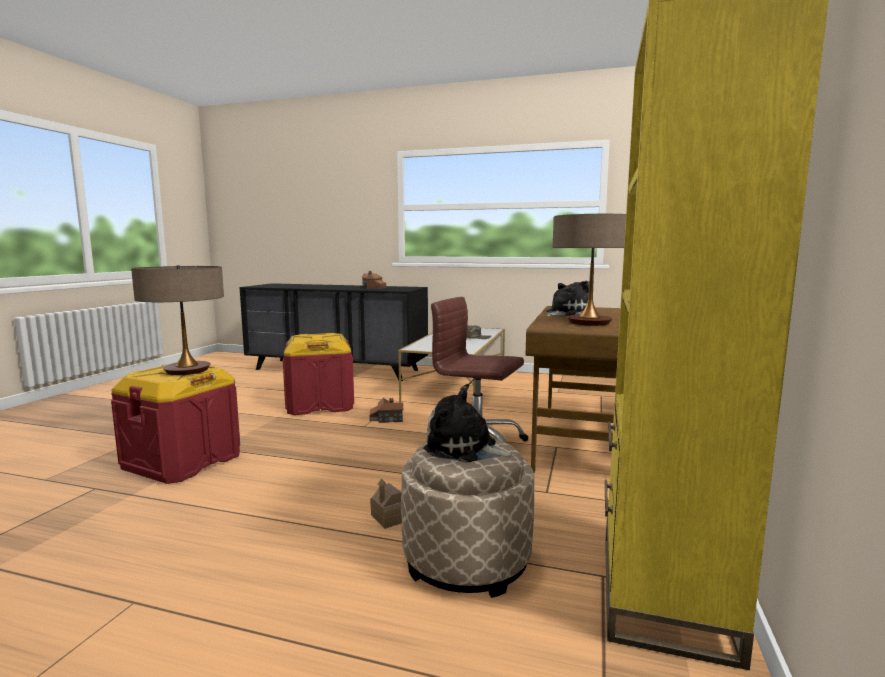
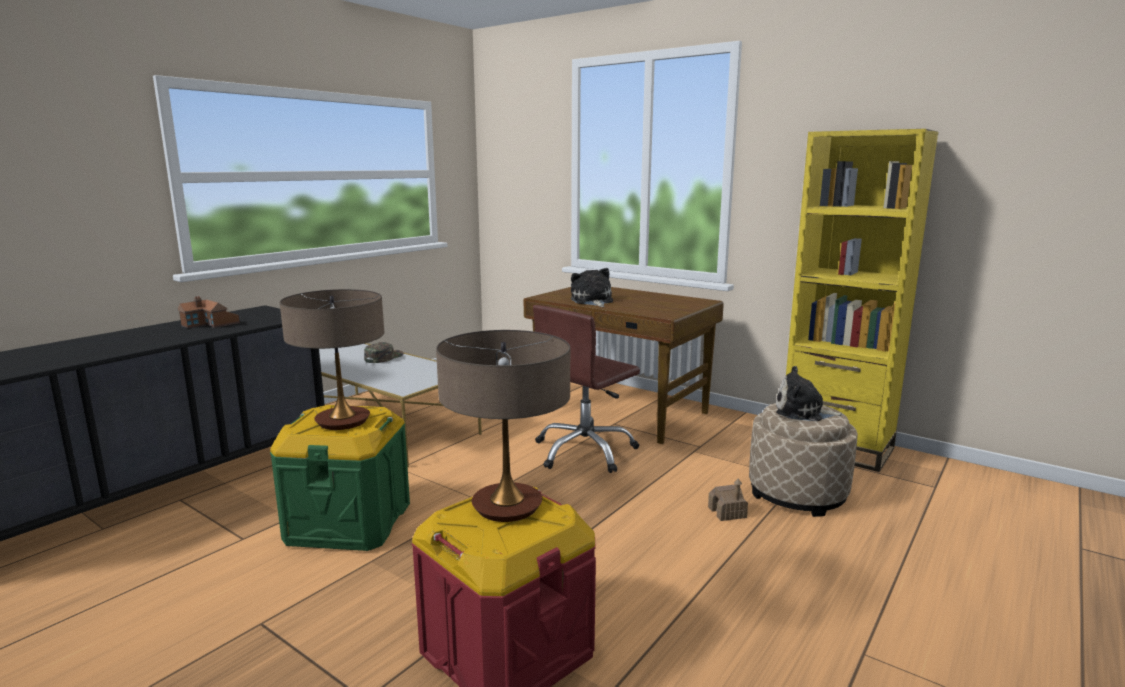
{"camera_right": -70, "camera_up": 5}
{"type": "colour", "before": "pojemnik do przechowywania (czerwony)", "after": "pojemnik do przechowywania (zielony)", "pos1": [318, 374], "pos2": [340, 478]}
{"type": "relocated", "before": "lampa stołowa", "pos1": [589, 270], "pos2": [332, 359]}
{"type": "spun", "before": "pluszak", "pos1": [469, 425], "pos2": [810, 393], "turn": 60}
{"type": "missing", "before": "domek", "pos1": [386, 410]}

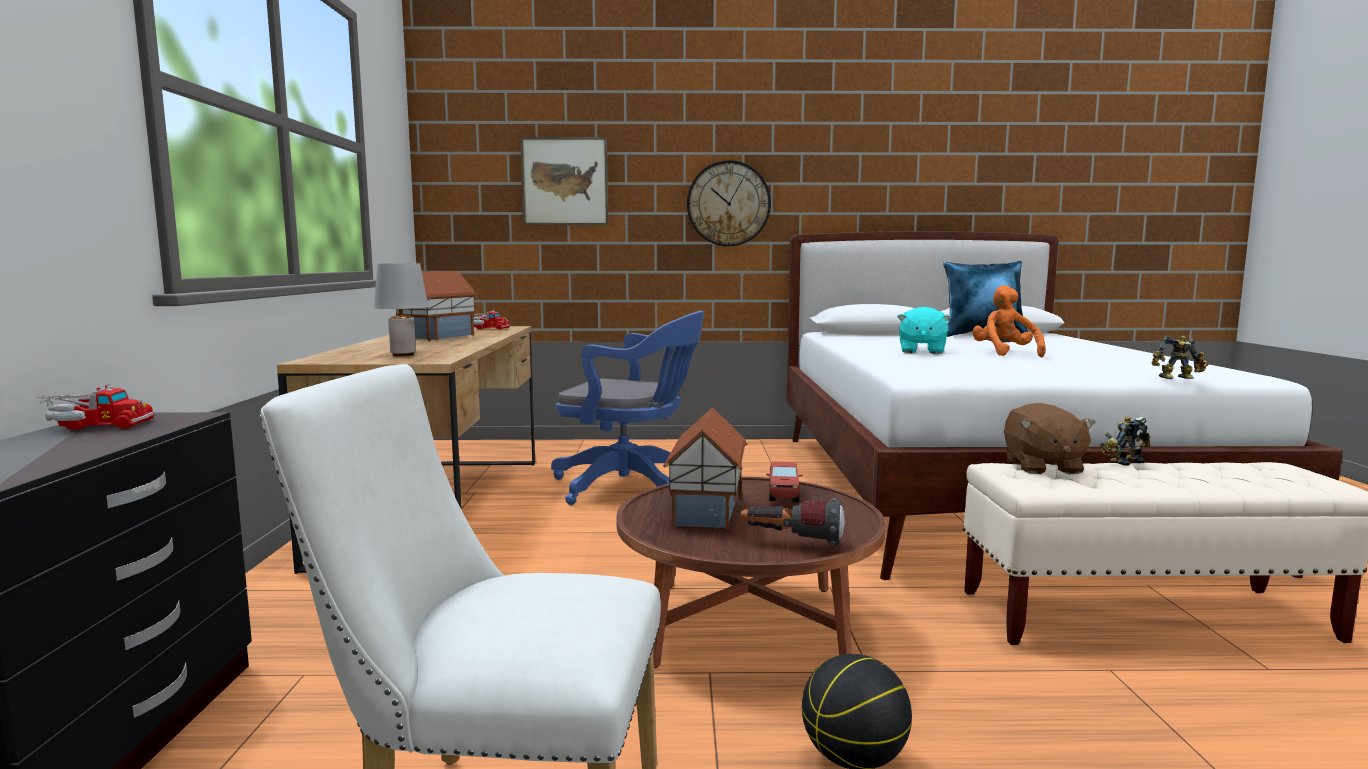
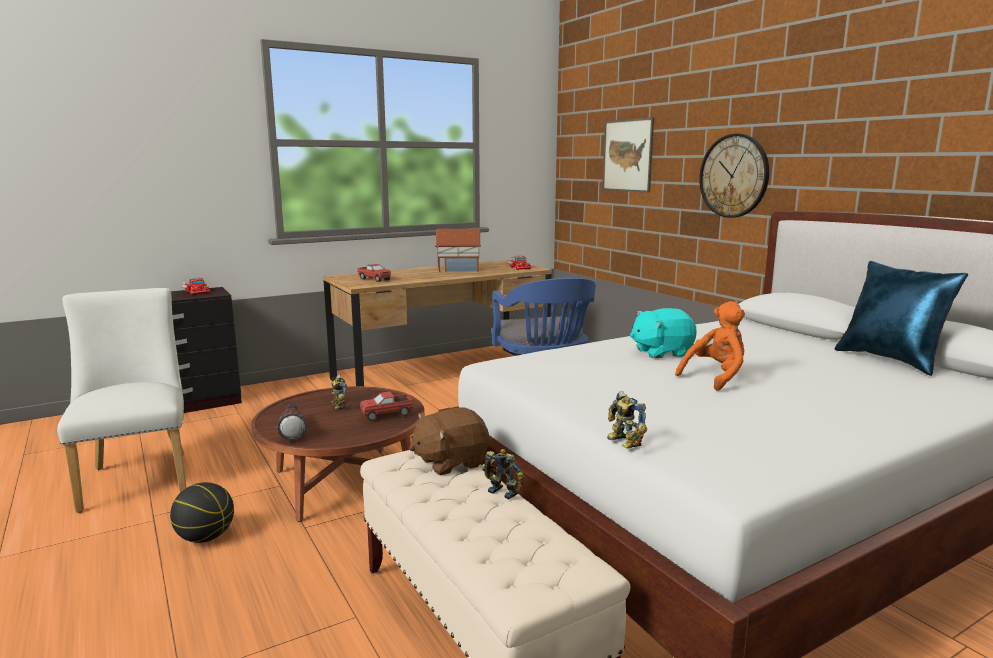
{"camera_right": 60, "camera_up": 5}
{"type": "exchanged", "before": "domek", "after": "robot zabawkowy", "pos1": [705, 468], "pos2": [339, 392]}
{"type": "exchanged", "before": "lampa stołowa (szary)", "after": "ciężarówka zabawkowa", "pos1": [401, 309], "pos2": [374, 273]}

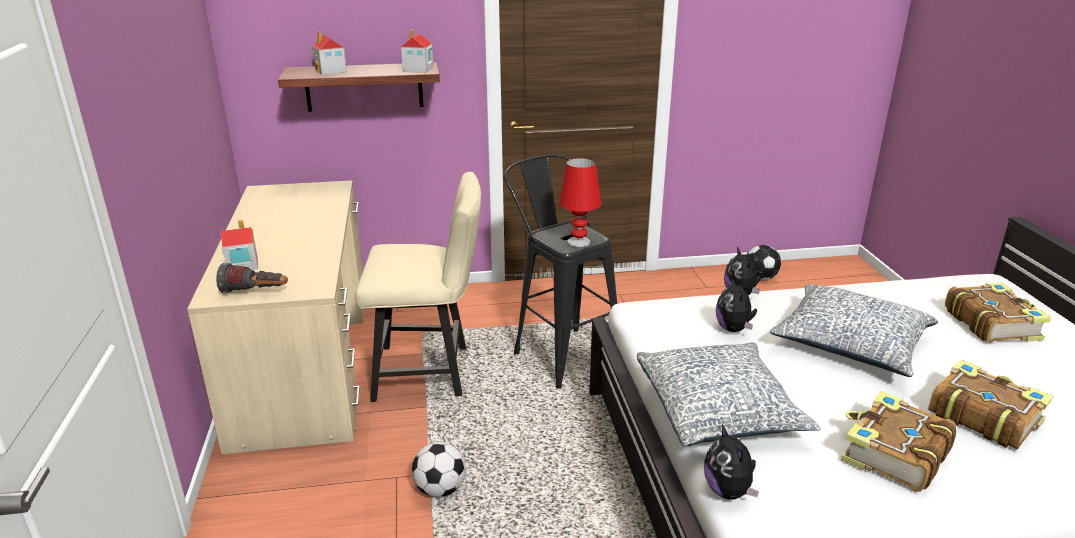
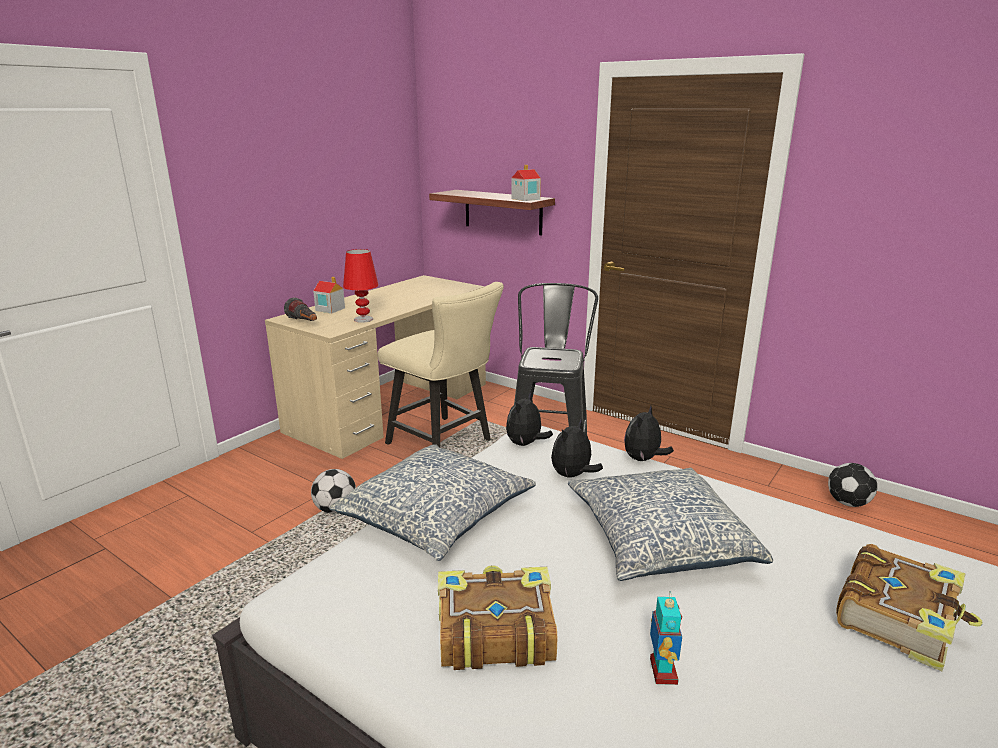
{"camera_right": 45, "camera_up": -5}
{"type": "relocated", "before": "lampa stołowa (czerwony)", "pos1": [580, 202], "pos2": [361, 286]}
{"type": "relocated", "before": "pluszak", "pos1": [731, 462], "pos2": [529, 418]}
{"type": "exchanged", "before": "książka", "after": "robot zabawkowy", "pos1": [990, 404], "pos2": [666, 638]}
{"type": "missing", "before": "domek", "pos1": [329, 53]}

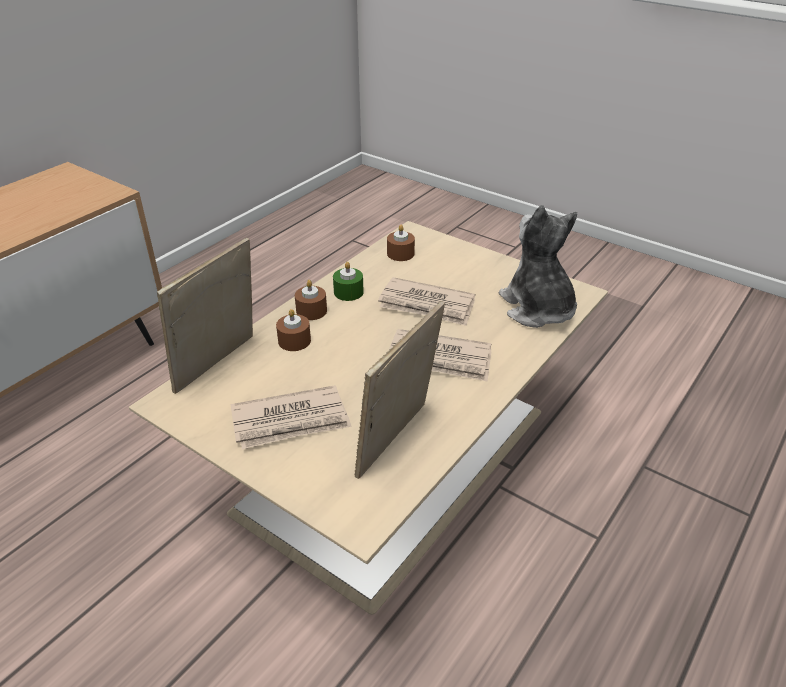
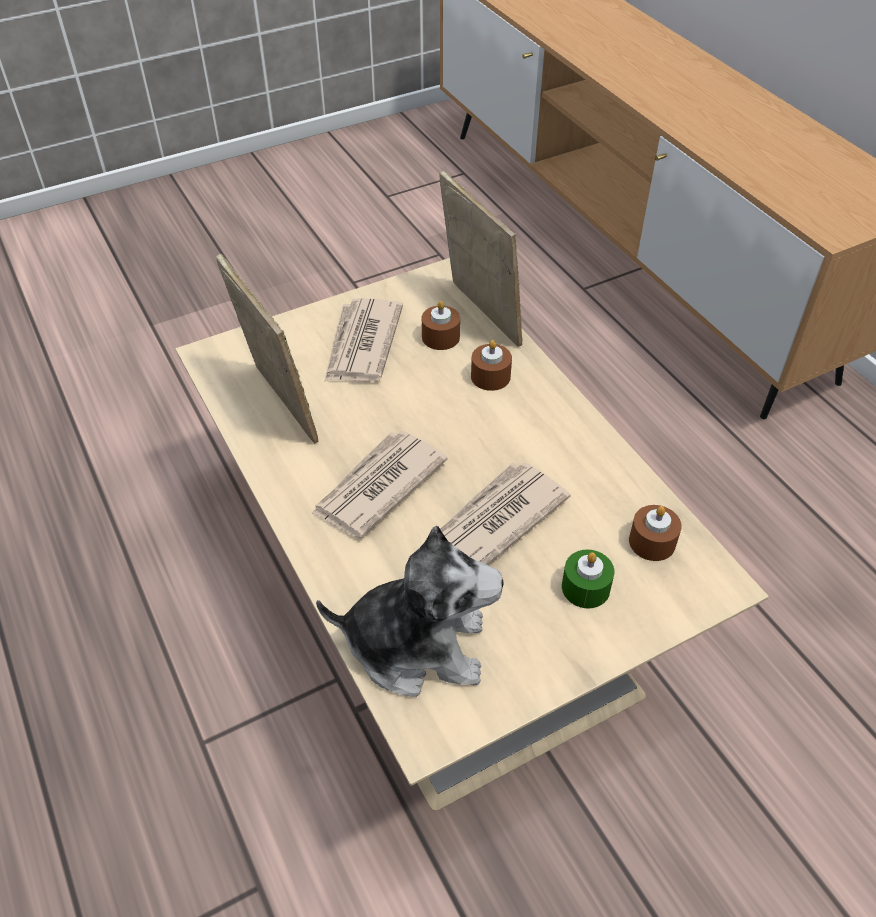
{"camera_right": 115, "camera_up": 10}
{"type": "relocated", "before": "świeca (brązowy)", "pos1": [311, 300], "pos2": [441, 325]}
{"type": "relocated", "before": "świeca (zielony)", "pos1": [348, 281], "pos2": [588, 579]}

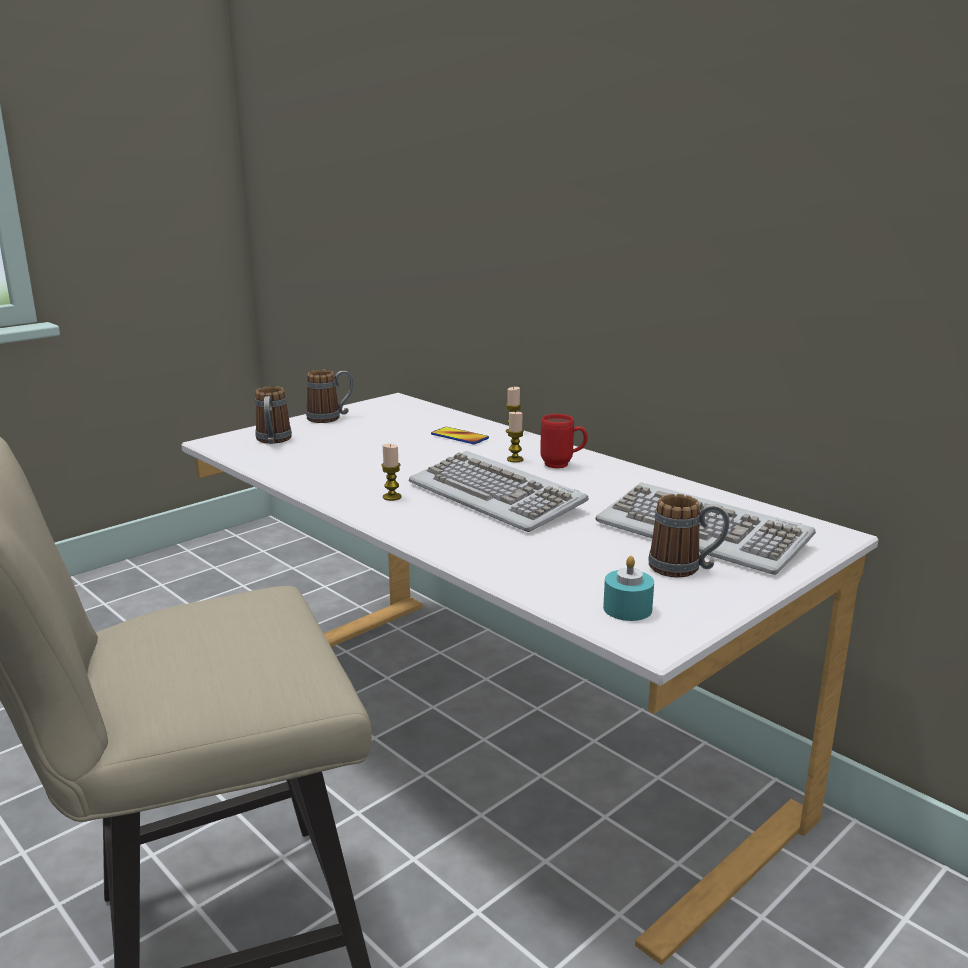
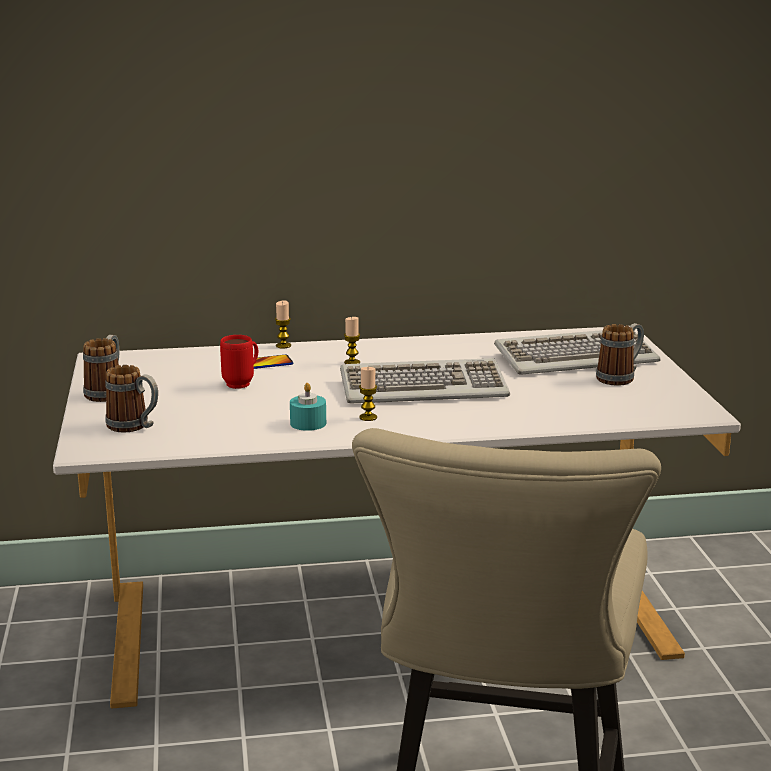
{"camera_right": -55, "camera_up": 0}
{"type": "relocated", "before": "kubek (czerwony)", "pos1": [564, 441], "pos2": [239, 362]}
{"type": "relocated", "before": "świeca (turkusowy)", "pos1": [628, 588], "pos2": [308, 407]}

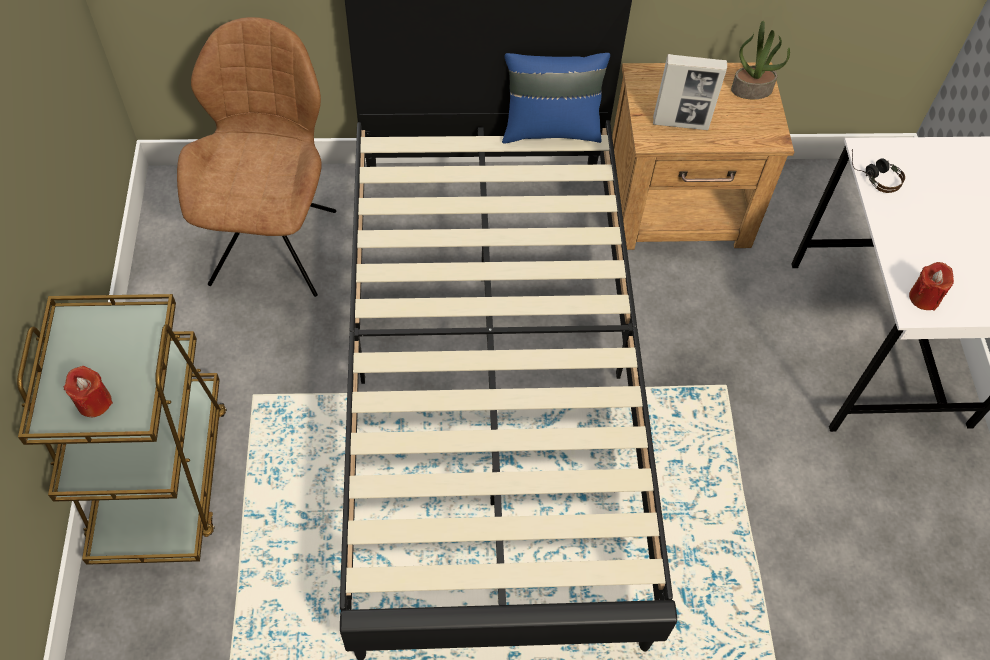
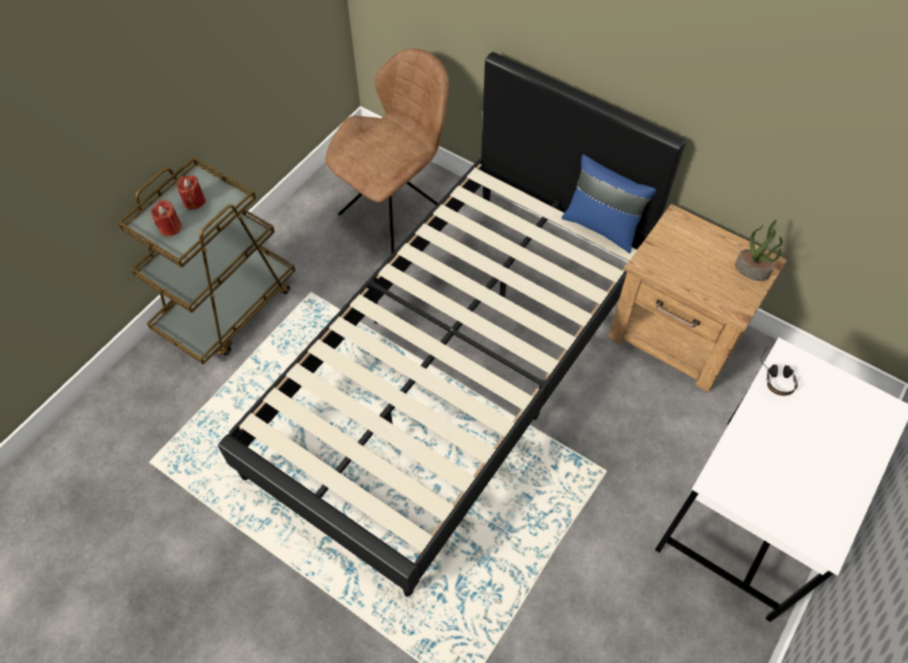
{"camera_right": 40, "camera_up": 0}
{"type": "relocated", "before": "świeca (czerwony)", "pos1": [931, 286], "pos2": [191, 193]}
{"type": "missing", "before": "ramka na zdjęcie", "pos1": [690, 92]}

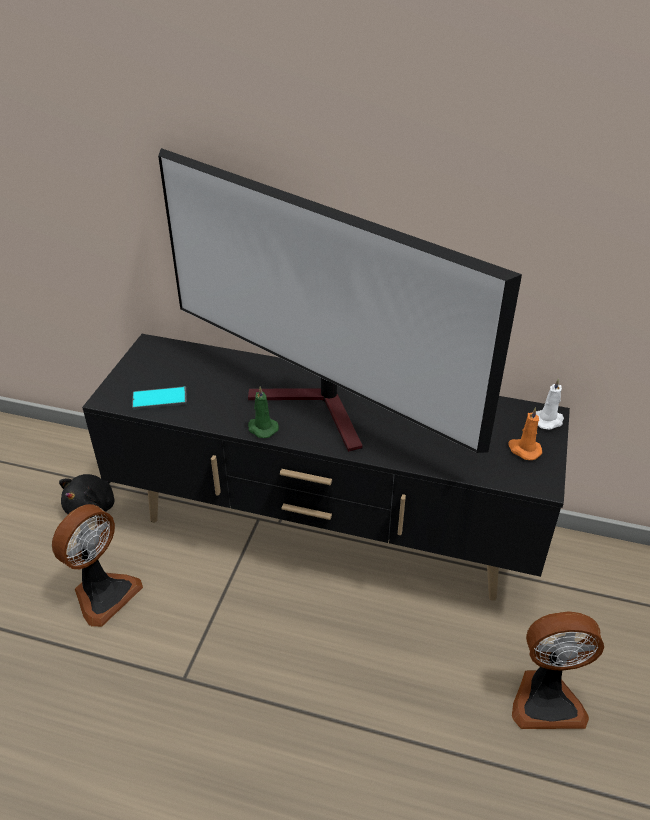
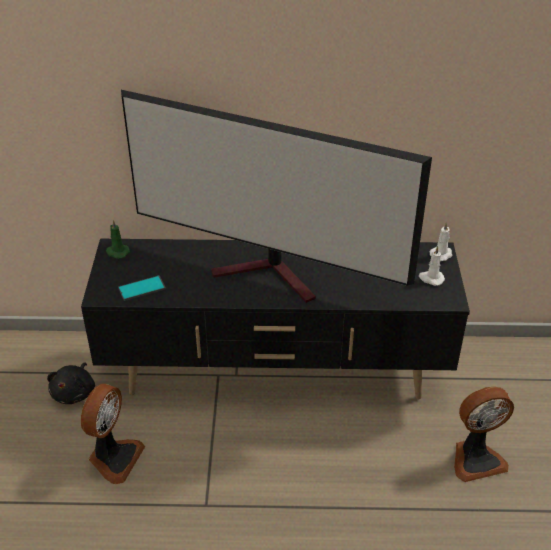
{"camera_right": -15, "camera_up": 0}
{"type": "relocated", "before": "świeca (zielony)", "pos1": [263, 412], "pos2": [118, 239]}
{"type": "colour", "before": "świeca (pomarańczowy)", "after": "świeca (biały)", "pos1": [525, 433], "pos2": [432, 266]}

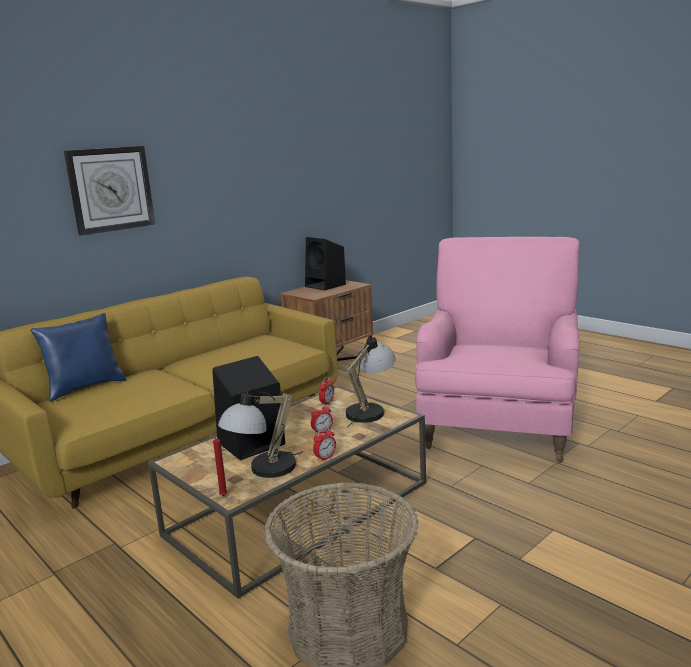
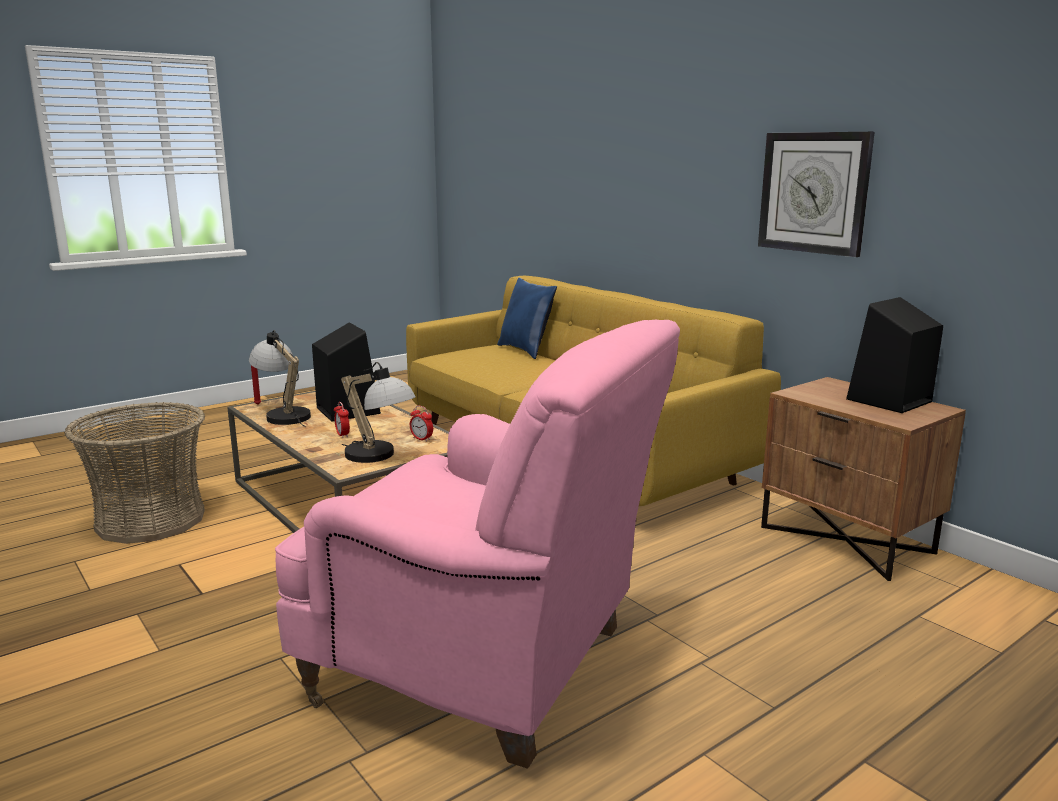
{"camera_right": 95, "camera_up": 0}
{"type": "relocated", "before": "zegar ścienny", "pos1": [109, 191], "pos2": [816, 194]}
{"type": "missing", "before": "budzik", "pos1": [324, 444]}

